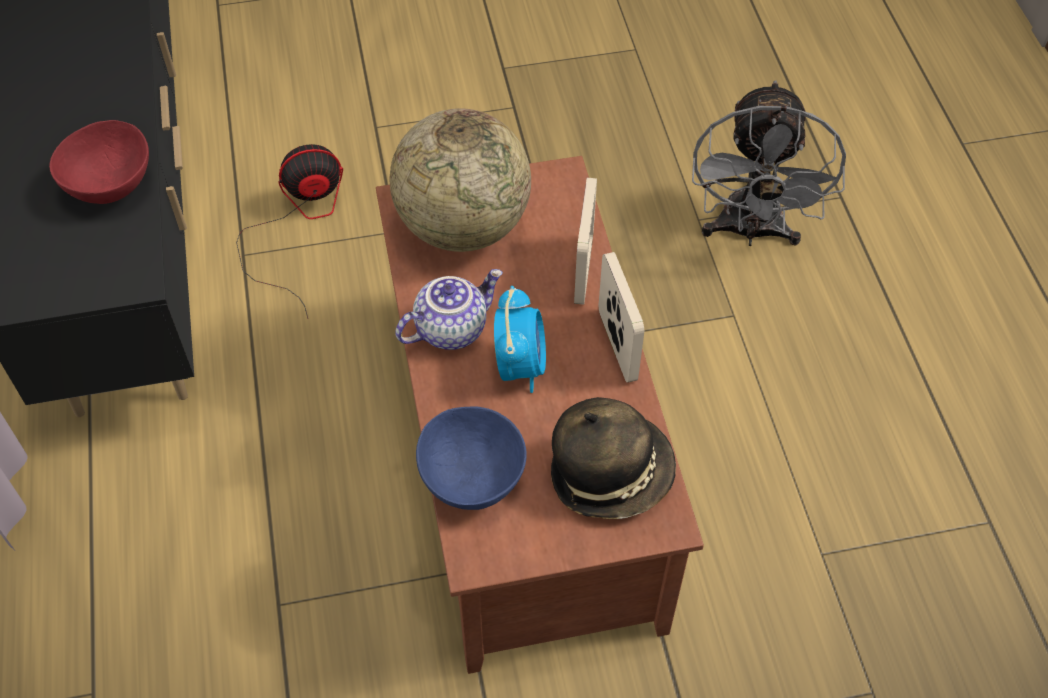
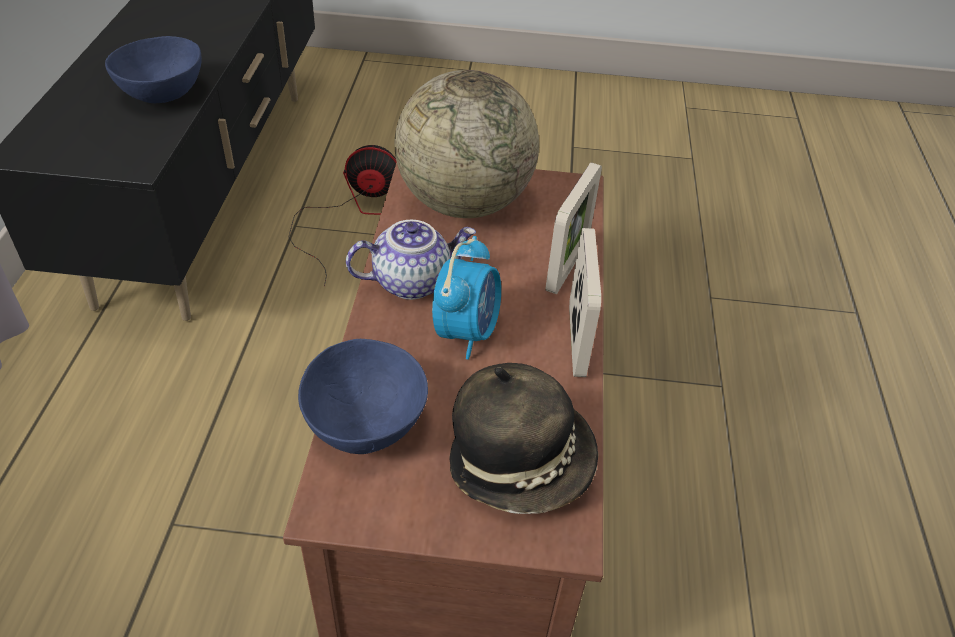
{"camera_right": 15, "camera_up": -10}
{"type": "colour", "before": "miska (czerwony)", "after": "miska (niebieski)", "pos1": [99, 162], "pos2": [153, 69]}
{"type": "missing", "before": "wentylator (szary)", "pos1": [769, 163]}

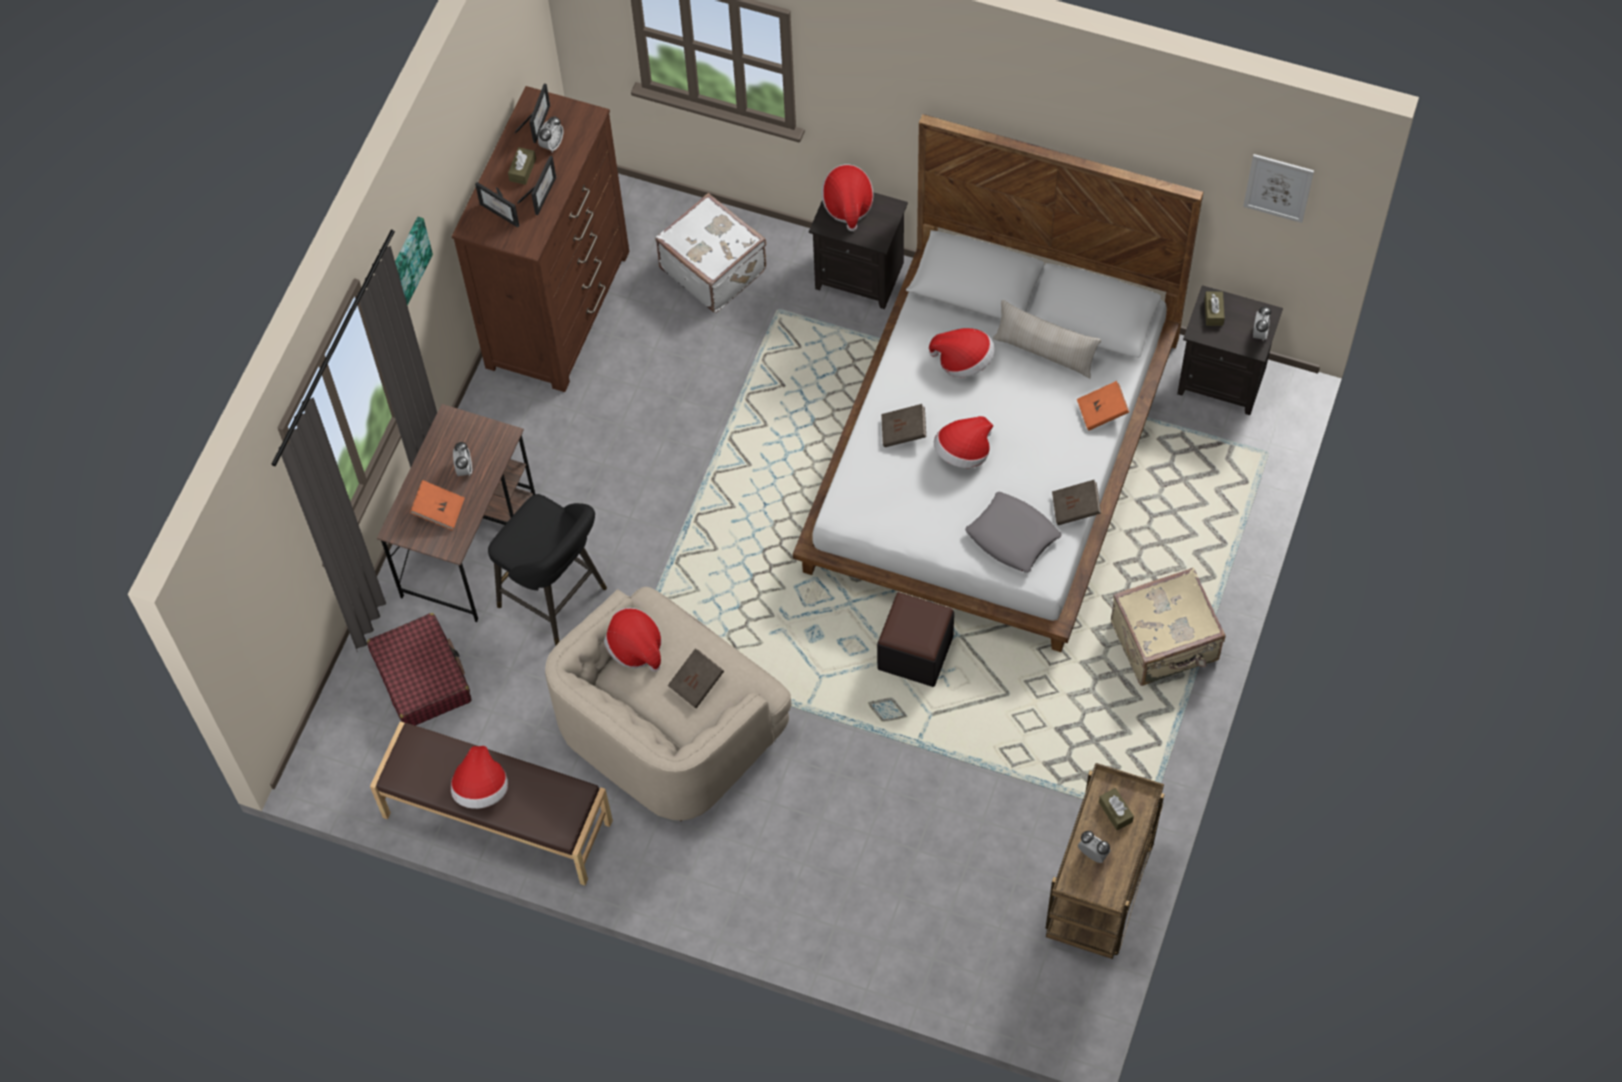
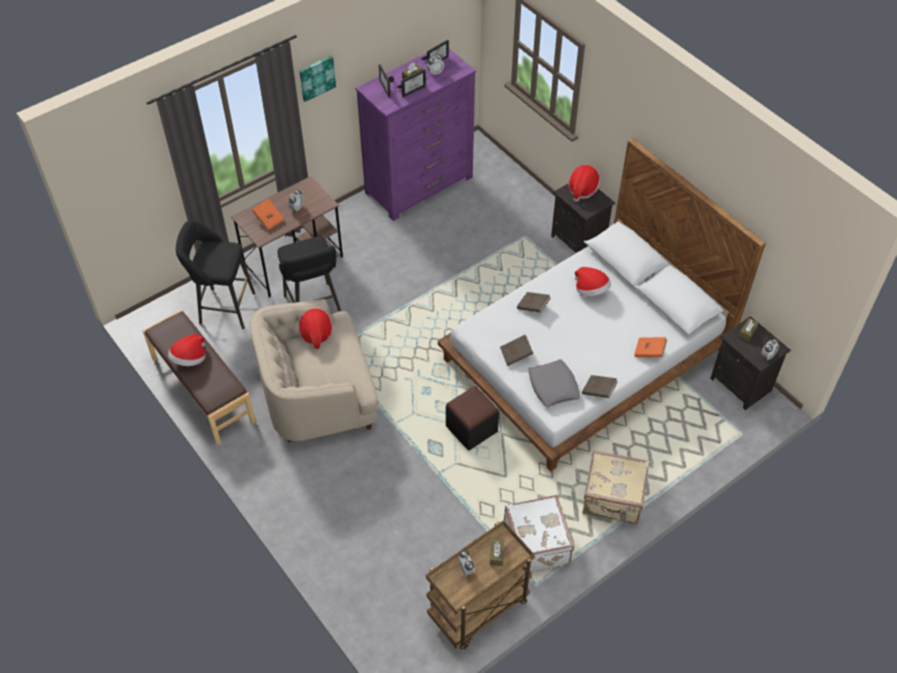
{"camera_right": 30, "camera_up": -10}
{"type": "exchanged", "before": "walizka (czerwony)", "after": "stołek (czarny)", "pos1": [419, 669], "pos2": [215, 274]}
{"type": "colour", "before": "komoda (brązowy)", "after": "komoda (fioletowy)", "pos1": [540, 239], "pos2": [415, 135]}
{"type": "relocated", "before": "książka (brązowy)", "pos1": [696, 678], "pos2": [516, 350]}
{"type": "relocated", "before": "walizka (biały)", "pos1": [710, 253], "pos2": [539, 533]}
{"type": "missing", "before": "kapelusz", "pos1": [963, 442]}
{"type": "missing", "before": "poduszka (beżowy)", "pos1": [1047, 339]}
{"type": "missing", "before": "obraz", "pos1": [1278, 188]}

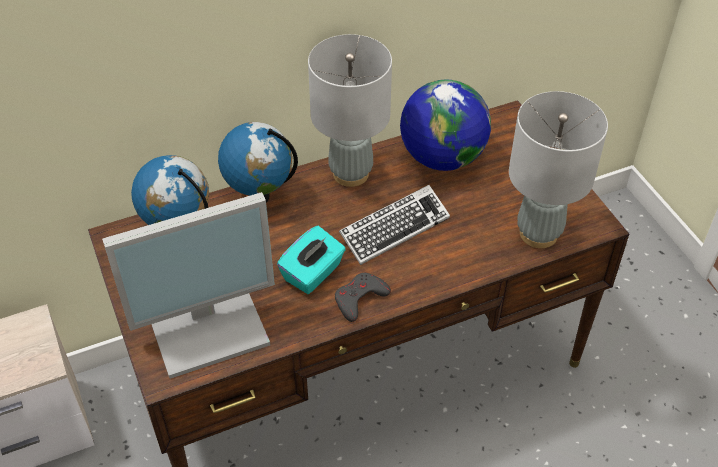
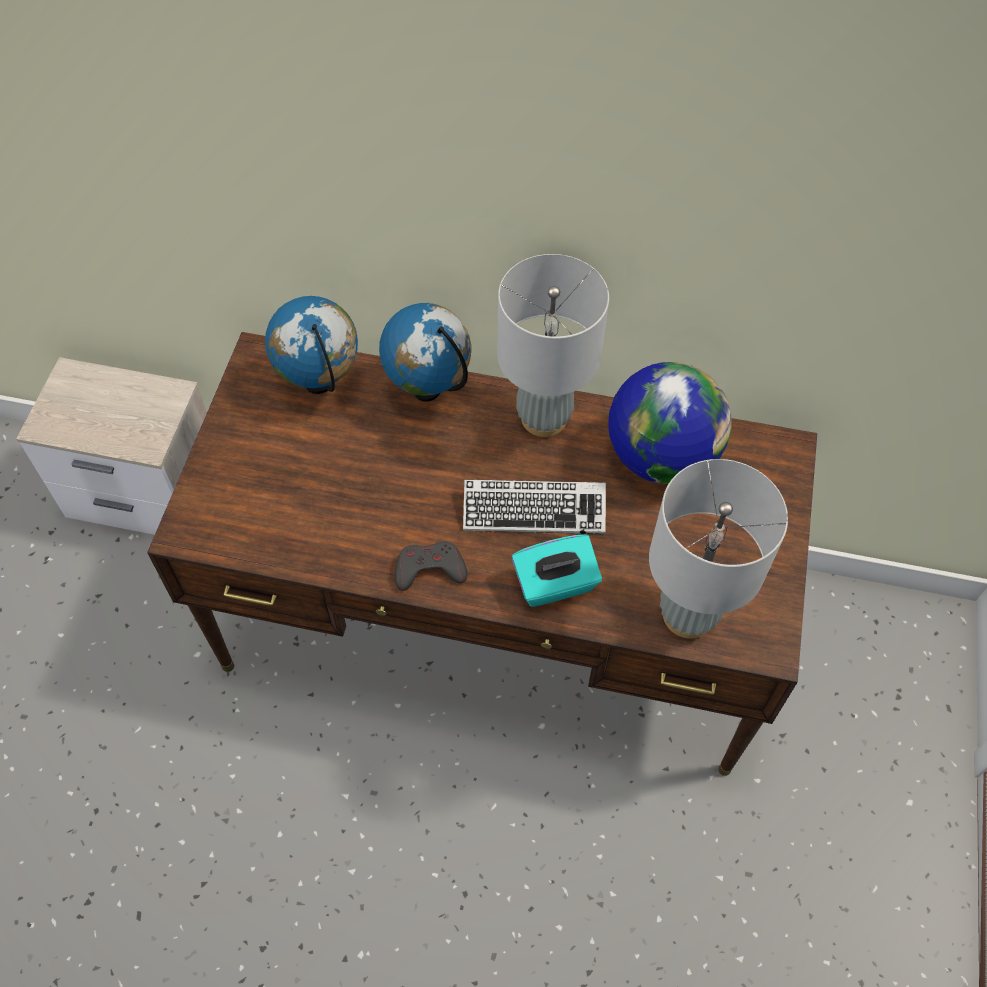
{"camera_right": 35, "camera_up": 10}
{"type": "relocated", "before": "pudełko chusteczek (turkusowy)", "pos1": [311, 260], "pos2": [556, 571]}
{"type": "missing", "before": "monitor", "pos1": [188, 285]}

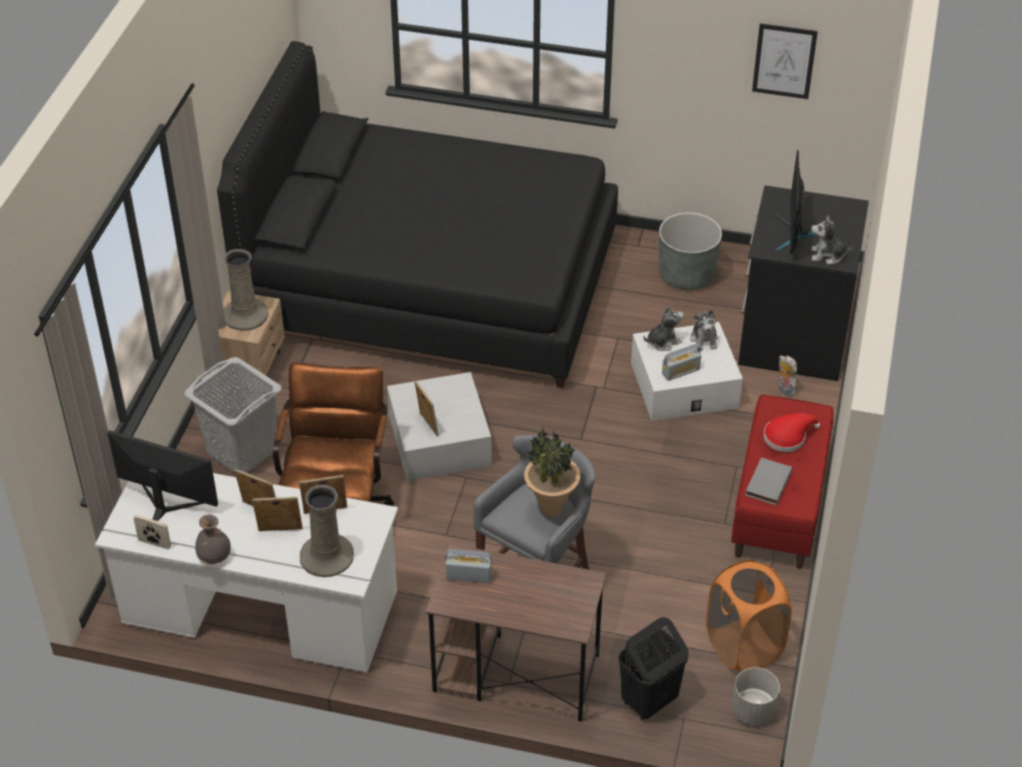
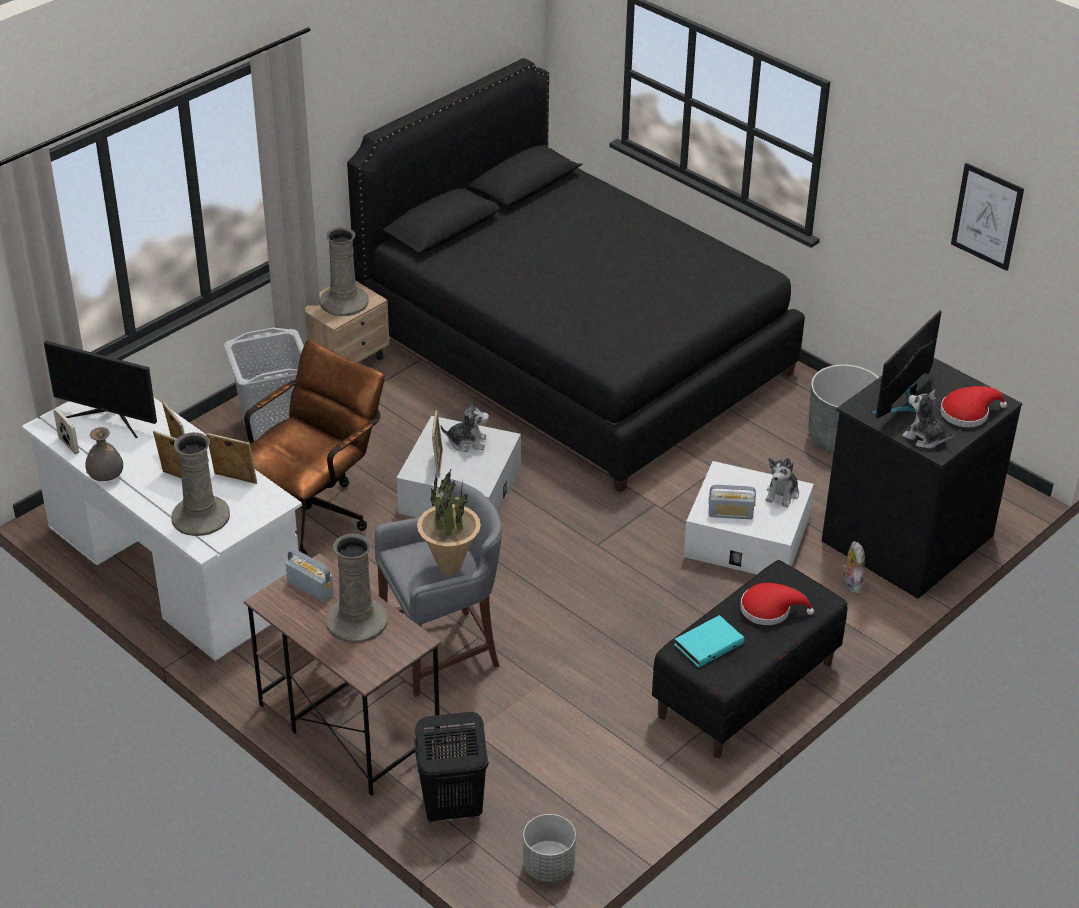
{"camera_right": 30, "camera_up": -5}
{"type": "spun", "before": "monitor", "pos1": [162, 475], "pos2": [100, 389], "turn": 150}
{"type": "appeared", "after": "wazon (beżowy)", "pos2": [357, 588]}
{"type": "relocated", "before": "pluszak", "pos1": [663, 328], "pos2": [465, 426]}
{"type": "colour", "before": "ławka (czerwony)", "after": "ławka (czarny)", "pos1": [782, 482], "pos2": [749, 659]}
{"type": "colour", "before": "książka (szary)", "after": "książka (turkusowy)", "pos1": [768, 481], "pos2": [709, 641]}
{"type": "appeared", "after": "kapelusz (czerwony)", "pos2": [973, 406]}
{"type": "missing", "before": "kosz na pranie (pomarańczowy)", "pos1": [749, 616]}

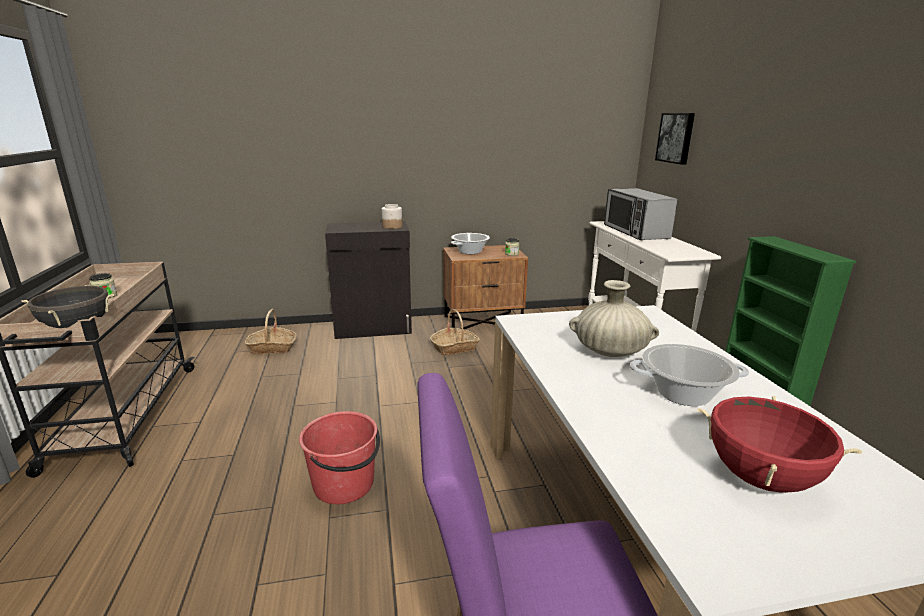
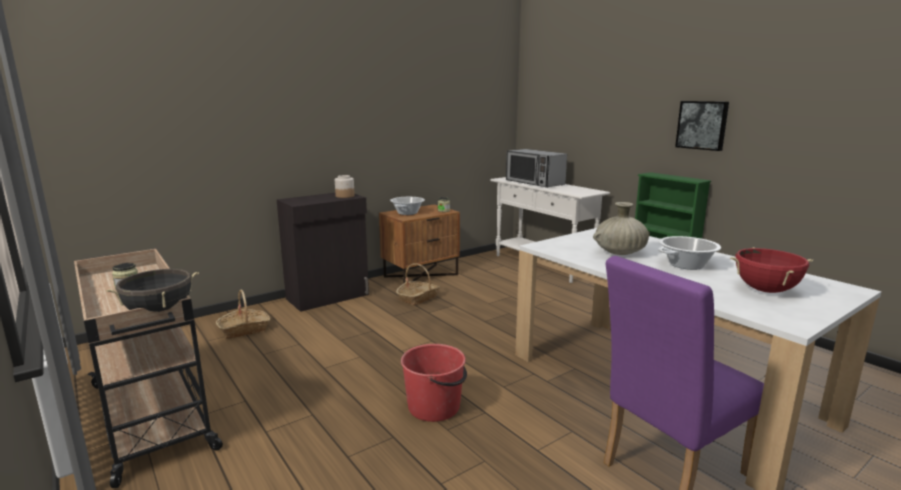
{"camera_right": -25, "camera_up": -5}
{"type": "relocated", "before": "obraz", "pos1": [675, 139], "pos2": [702, 126]}

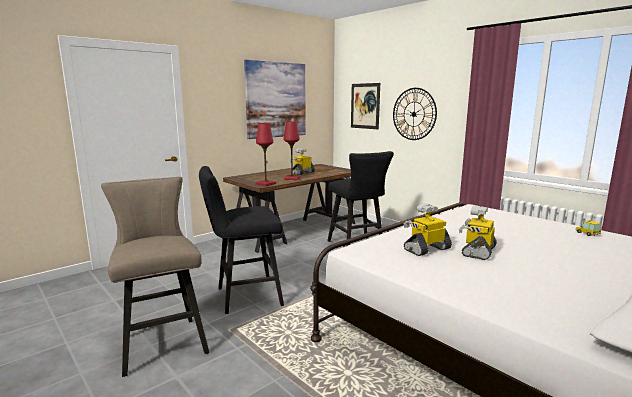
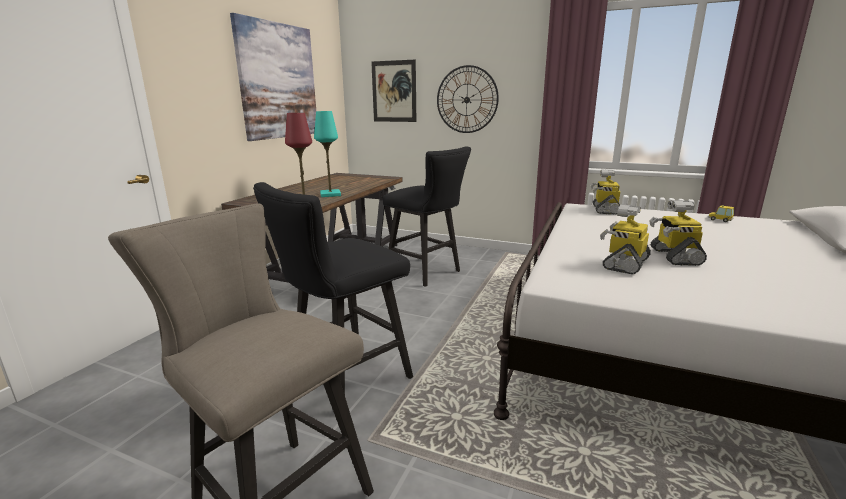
{"camera_right": -25, "camera_up": 5}
{"type": "colour", "before": "lampa stołowa (czerwony)", "after": "lampa stołowa (turkusowy)", "pos1": [291, 150], "pos2": [327, 154]}
{"type": "relocated", "before": "robot zabawkowy", "pos1": [302, 161], "pos2": [605, 192]}

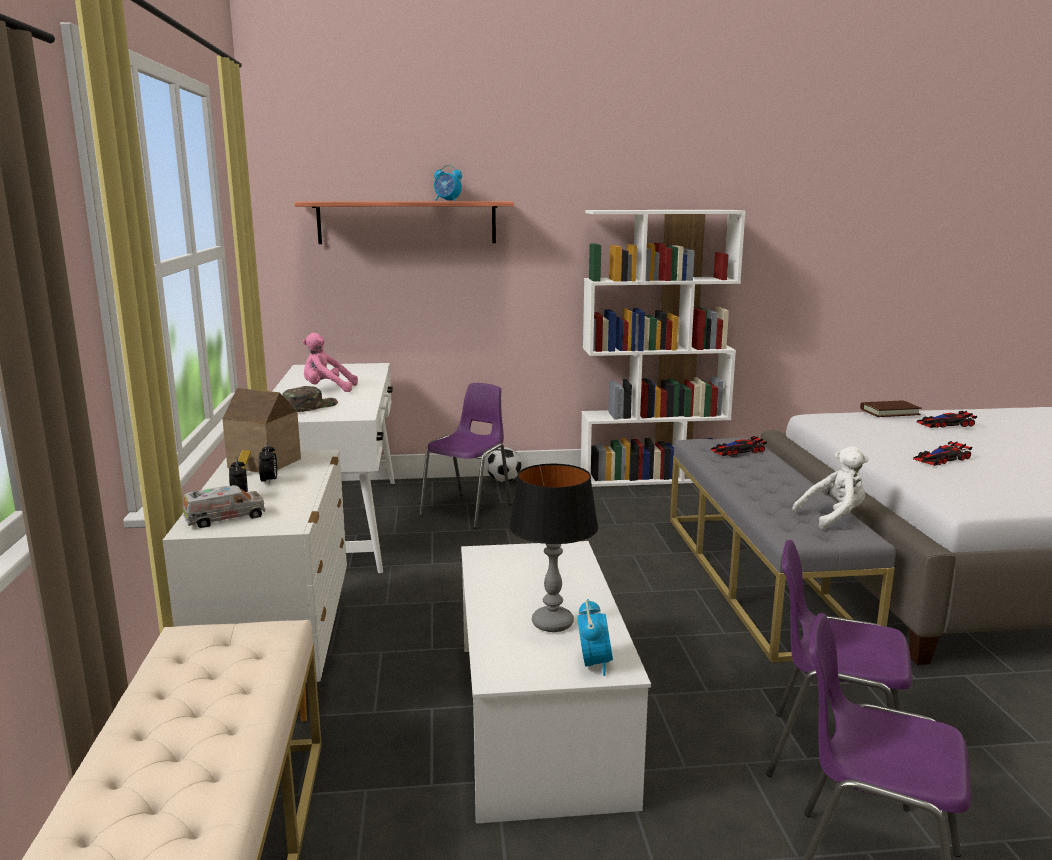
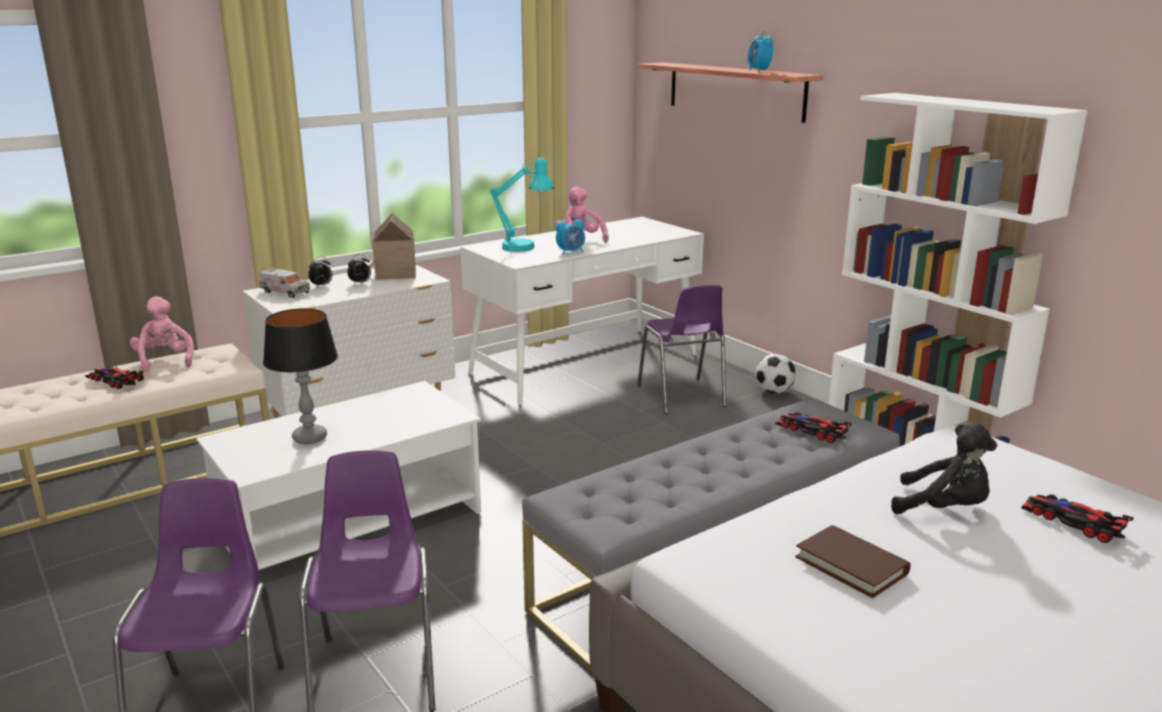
{"camera_right": 60, "camera_up": 5}
{"type": "relocated", "before": "samochodzik", "pos1": [943, 453], "pos2": [114, 377]}
{"type": "appeared", "after": "pluszak (różowy)", "pos2": [161, 334]}
{"type": "exchanged", "before": "czapka z daszkiem (zielony)", "after": "lampa stołowa (turkusowy)", "pos1": [310, 399], "pos2": [522, 205]}
{"type": "relocated", "before": "budzik", "pos1": [595, 637], "pos2": [570, 234]}
{"type": "spun", "before": "krzesło (fioletowy)", "pos1": [465, 455], "pos2": [681, 349], "turn": 75}
{"type": "relocated", "before": "książka (brązowy)", "pos1": [891, 408], "pos2": [853, 561]}
{"type": "appeared", "after": "pluszak (czarny)", "pos2": [944, 468]}
{"type": "missing", "before": "pluszak (biały)", "pos1": [830, 488]}

